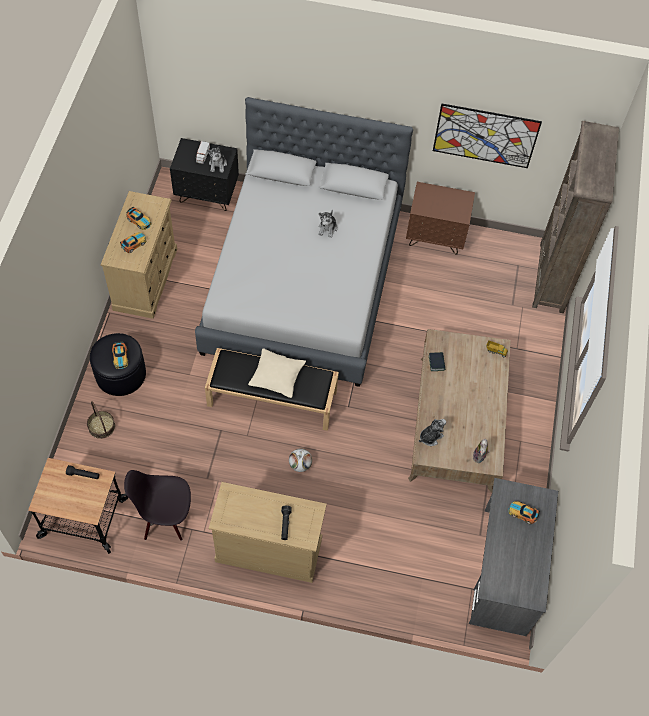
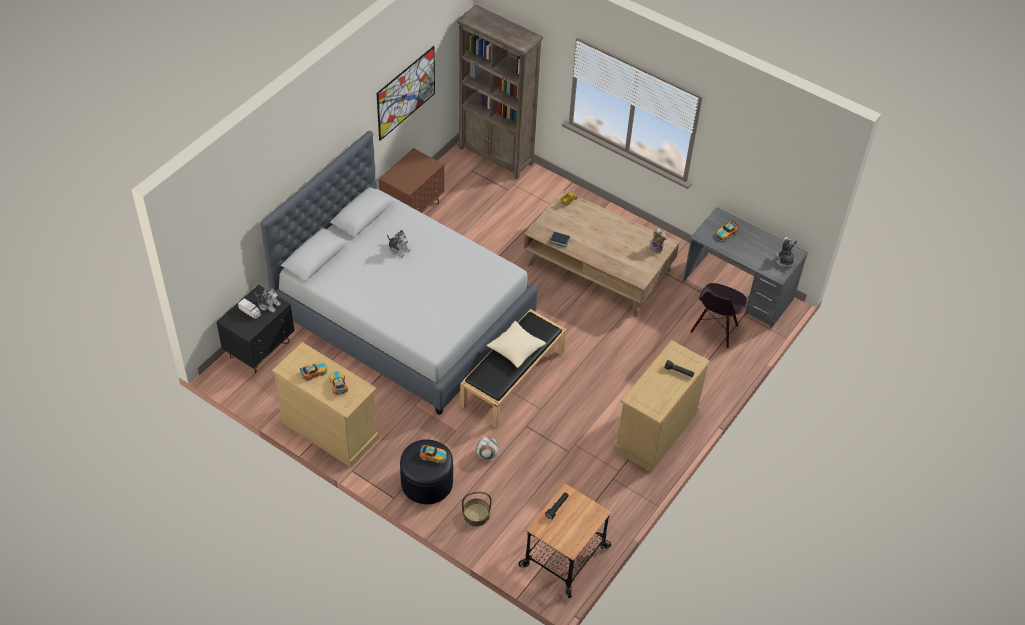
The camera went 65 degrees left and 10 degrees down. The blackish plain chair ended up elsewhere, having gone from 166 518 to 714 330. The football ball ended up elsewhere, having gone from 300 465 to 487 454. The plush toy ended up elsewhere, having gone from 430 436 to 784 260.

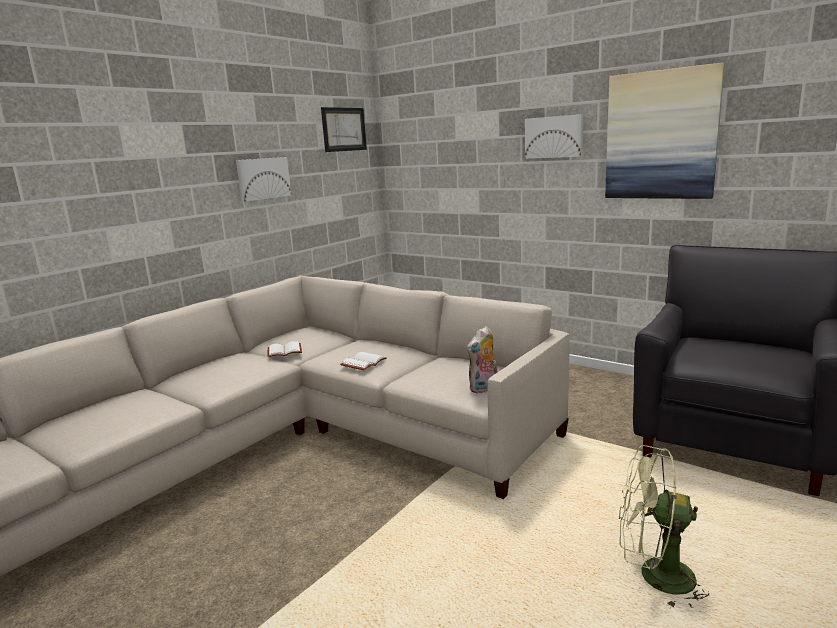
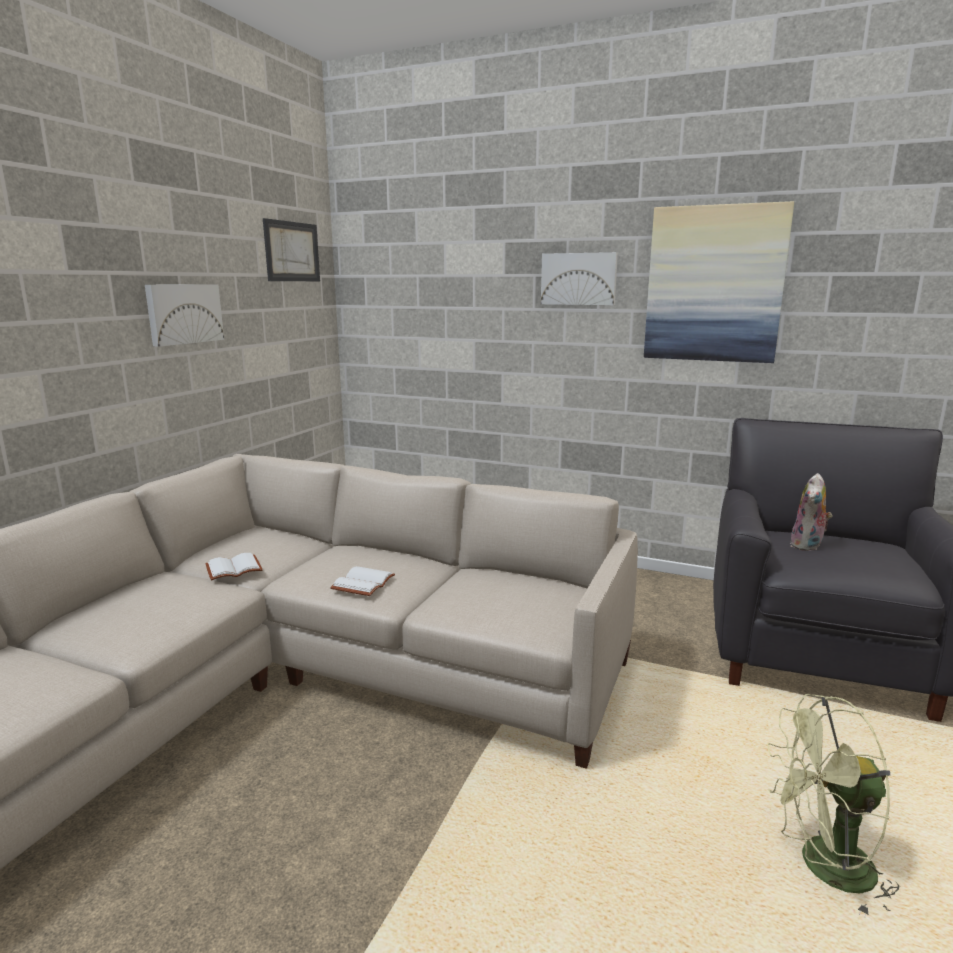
The camera went 15 degrees left and 0 degrees up. The plush toy ended up elsewhere, having gone from 484 389 to 808 546.

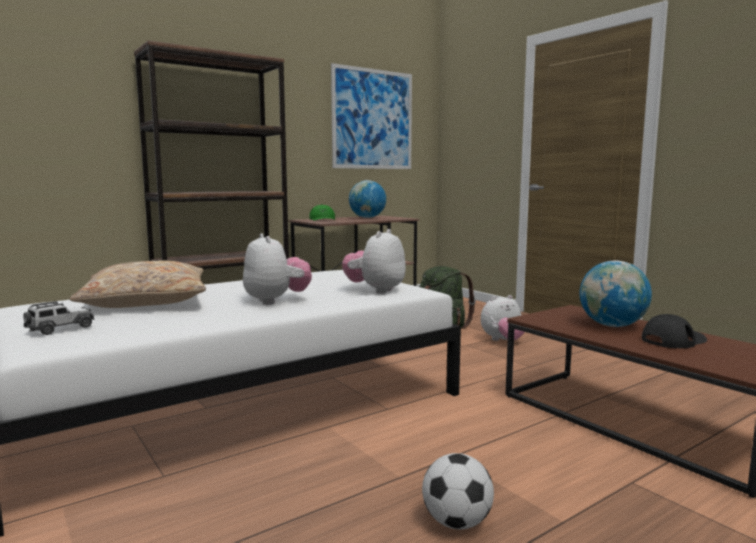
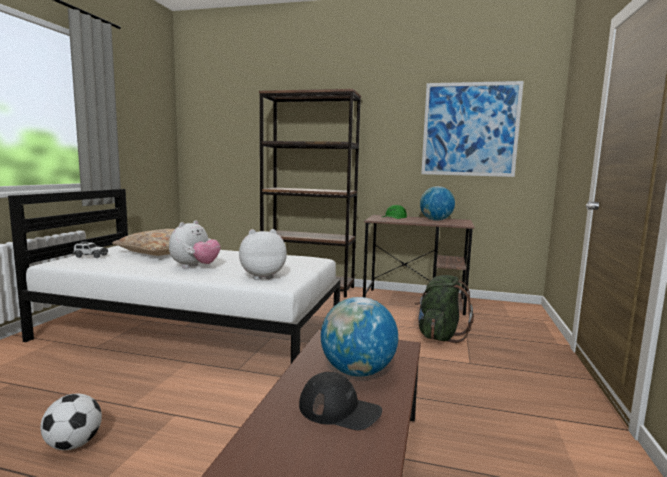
The camera went 50 degrees right and 0 degrees up. The second view lost the plush toy at 503 341.

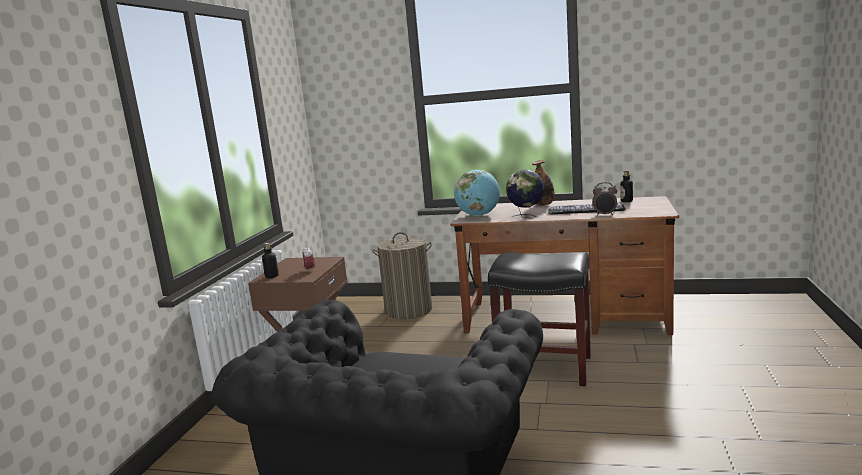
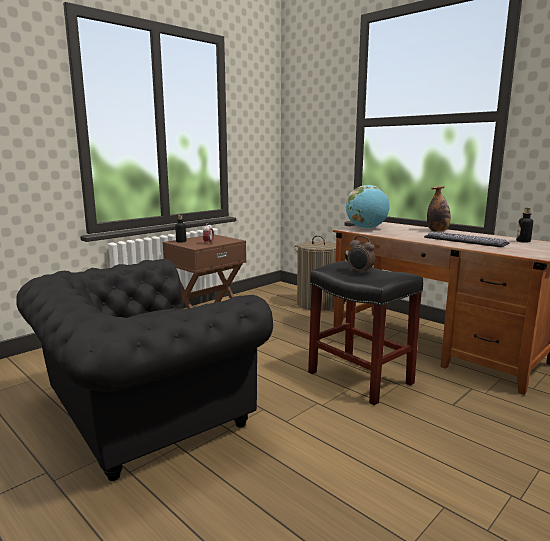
The camera went 30 degrees right and 0 degrees up. The second view lost the world globe at 526 217. The table clock ended up elsewhere, having gone from 605 215 to 360 272.

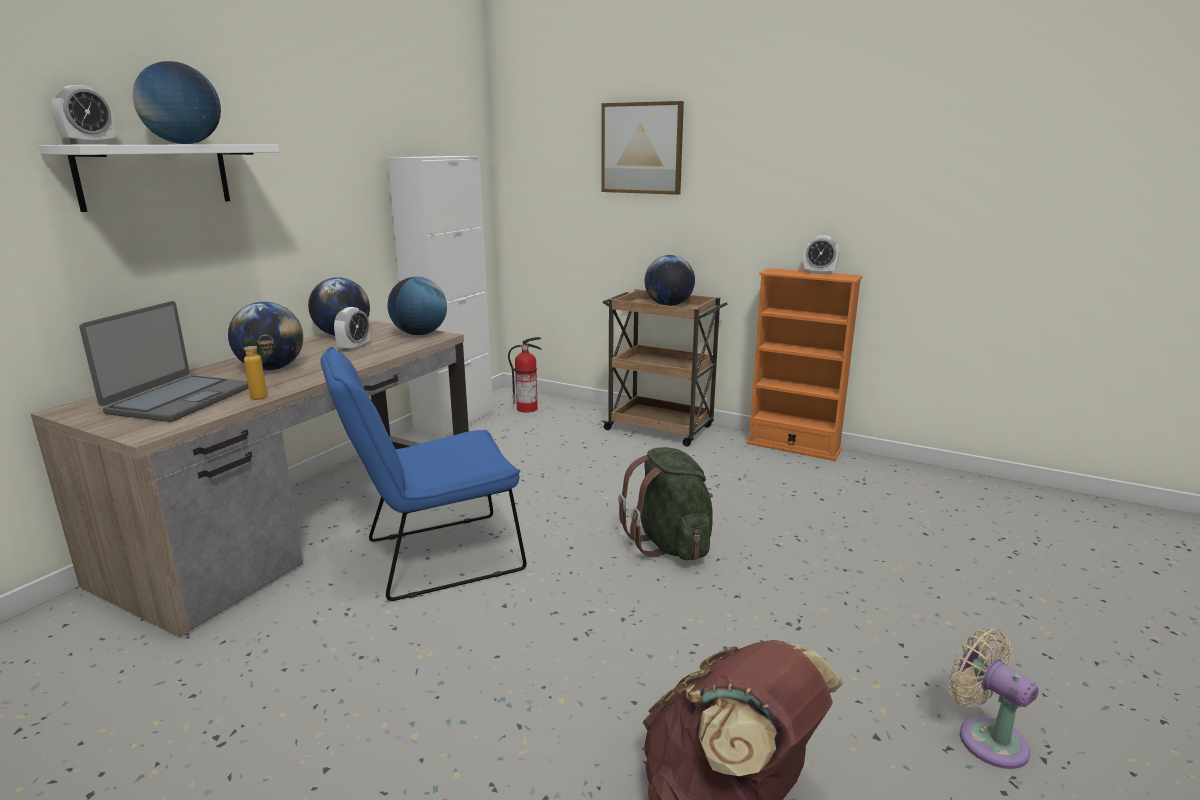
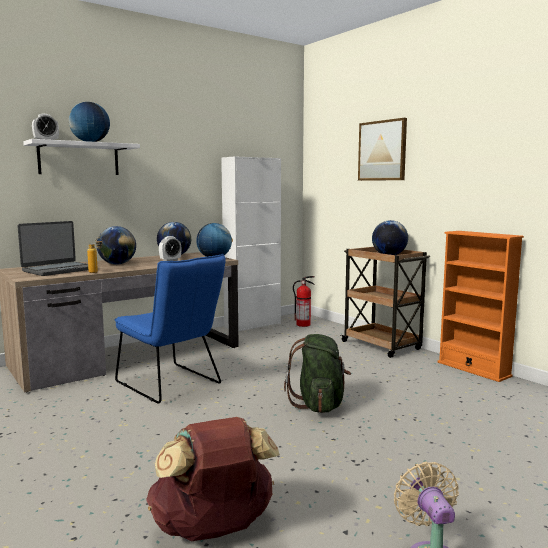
The camera went 25 degrees right and 10 degrees down. The second view lost the table clock at 819 273. The blue plain chair at 432 558 ended up facing another way, 135 degrees counterclockwise from before.

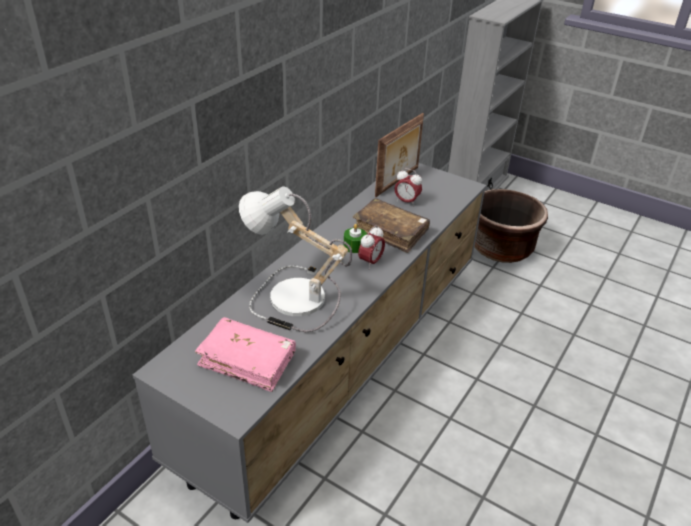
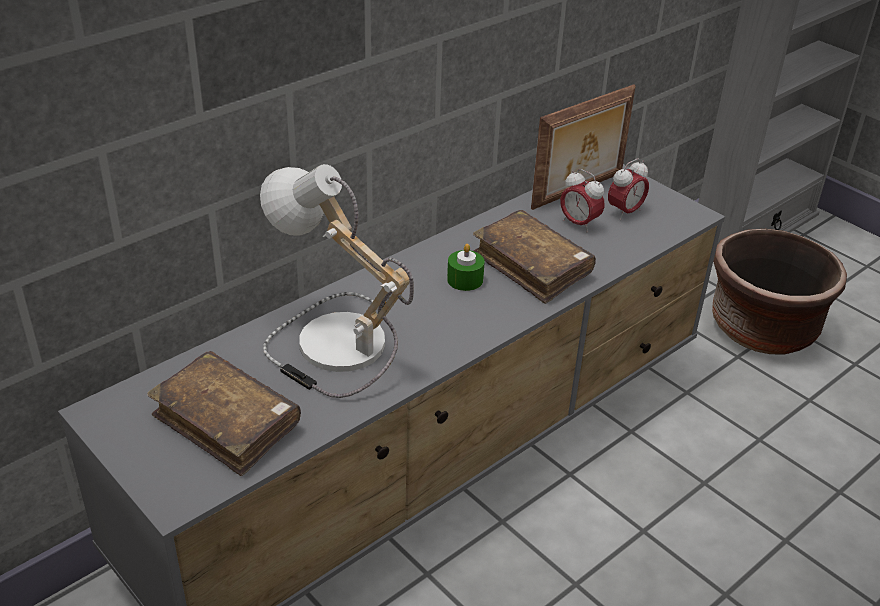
The camera went 15 degrees right and 0 degrees up. The table clock ended up elsewhere, having gone from 370 262 to 625 212. What was the pink book at 247 361 turned into the brownish book at 227 423.

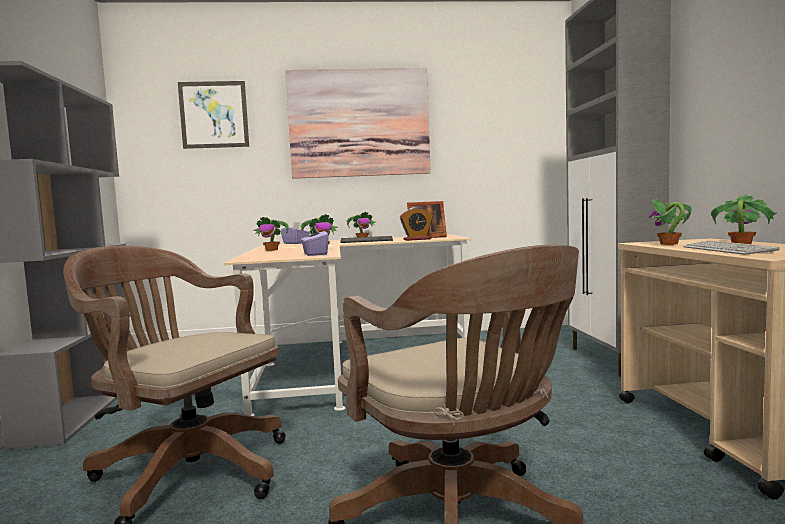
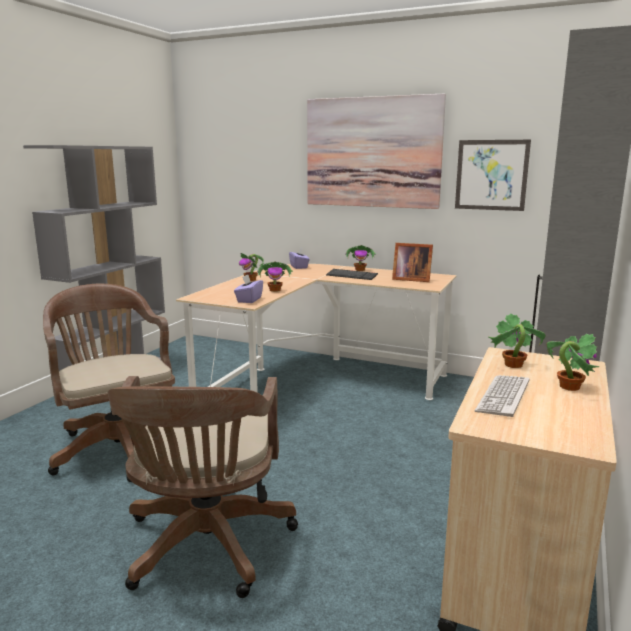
The camera went 30 degrees right and 10 degrees up. The second view lost the table clock at 417 239. The wall picture ended up elsewhere, having gone from 214 115 to 491 175.

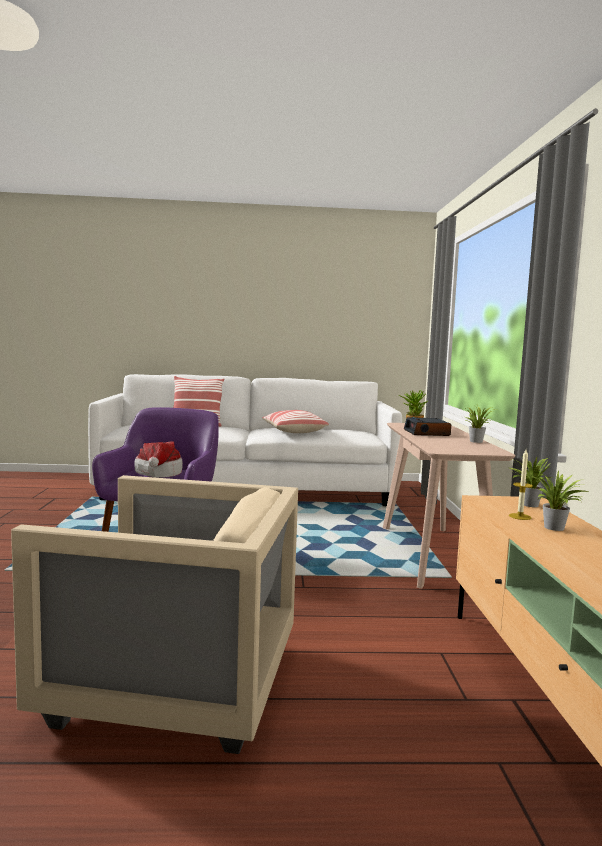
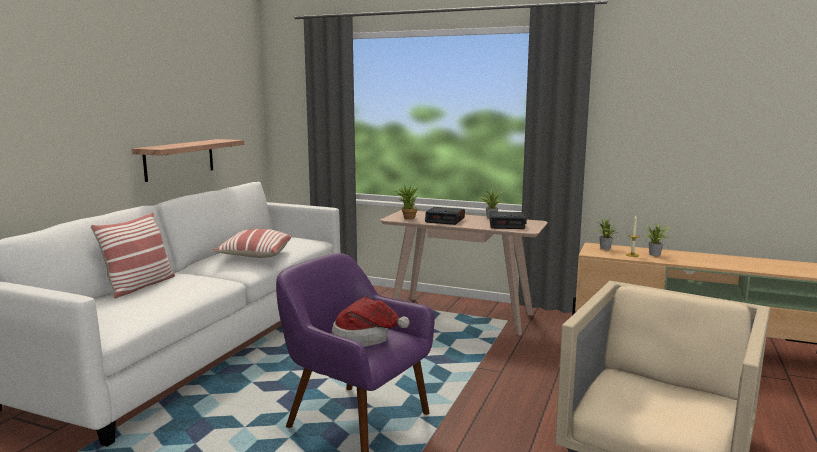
The camera went 65 degrees left and 5 degrees up. The second view gained the shelf at 179 159. The second view gained the table clock at 507 225.

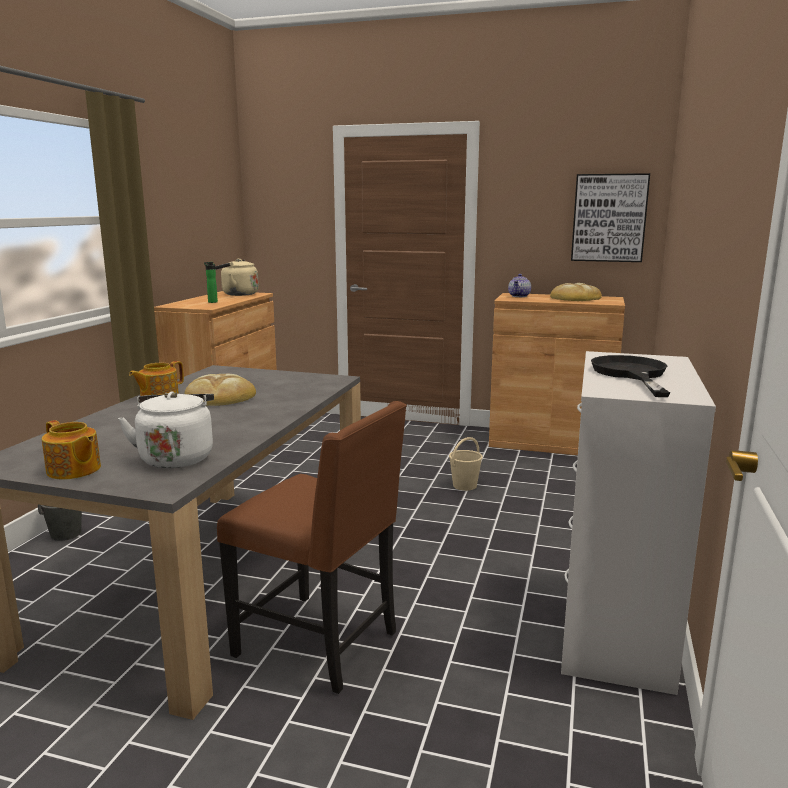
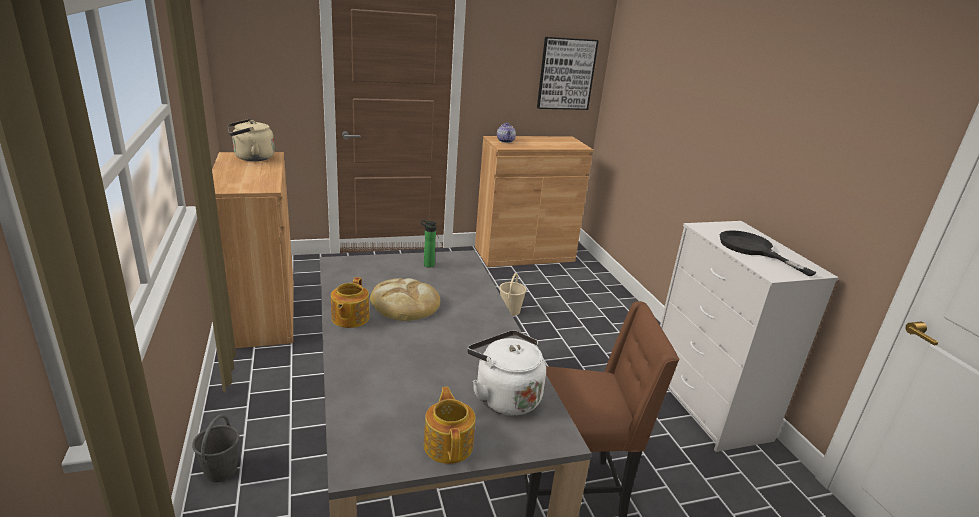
The camera went 35 degrees left and 10 degrees up. The second view lost the bread at 575 298. The bottle ended up elsewhere, having gone from 212 302 to 427 264. The pot for tea at 74 470 ended up facing another way, 105 degrees counterclockwise from before.

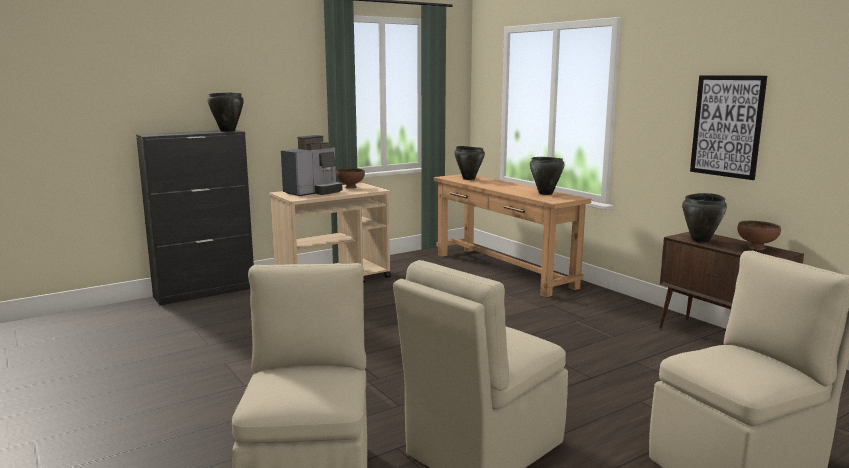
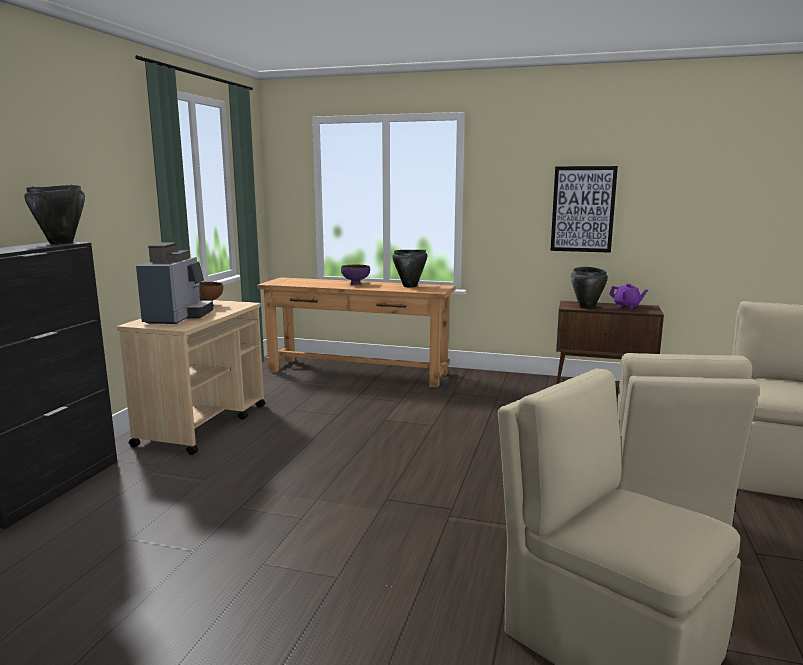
The camera went 40 degrees left and 0 degrees up. The second view lost the blackish saucepot at 468 179. The second view gained the purple deep dish at 355 284. Where the brownish deep dish stood at 756 247, the purple pot for tea came to stand at 627 306.

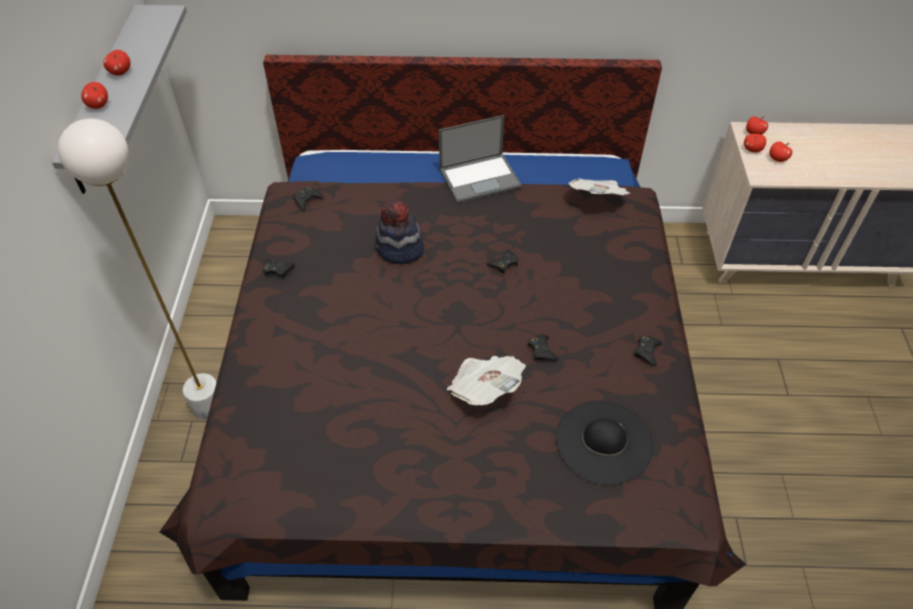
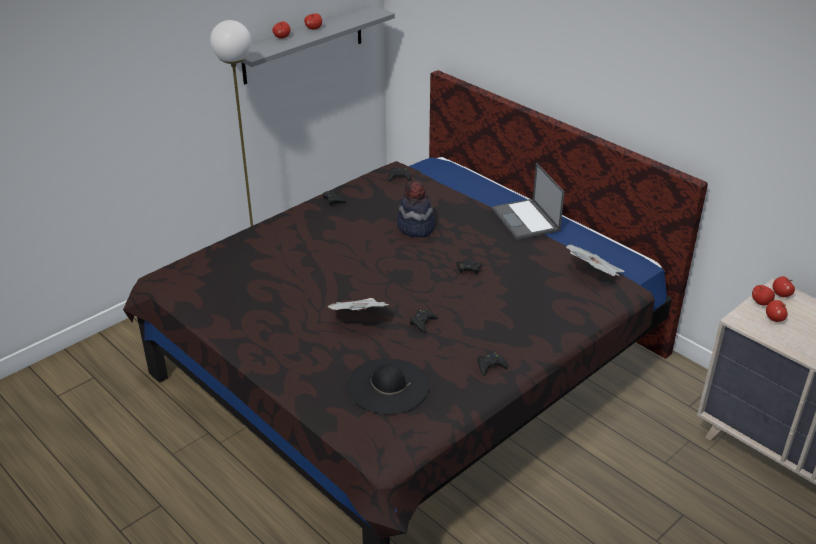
The camera went 45 degrees right and 15 degrees down. The notebook computer at 480 178 ended up facing another way, 45 degrees clockwise from before.

